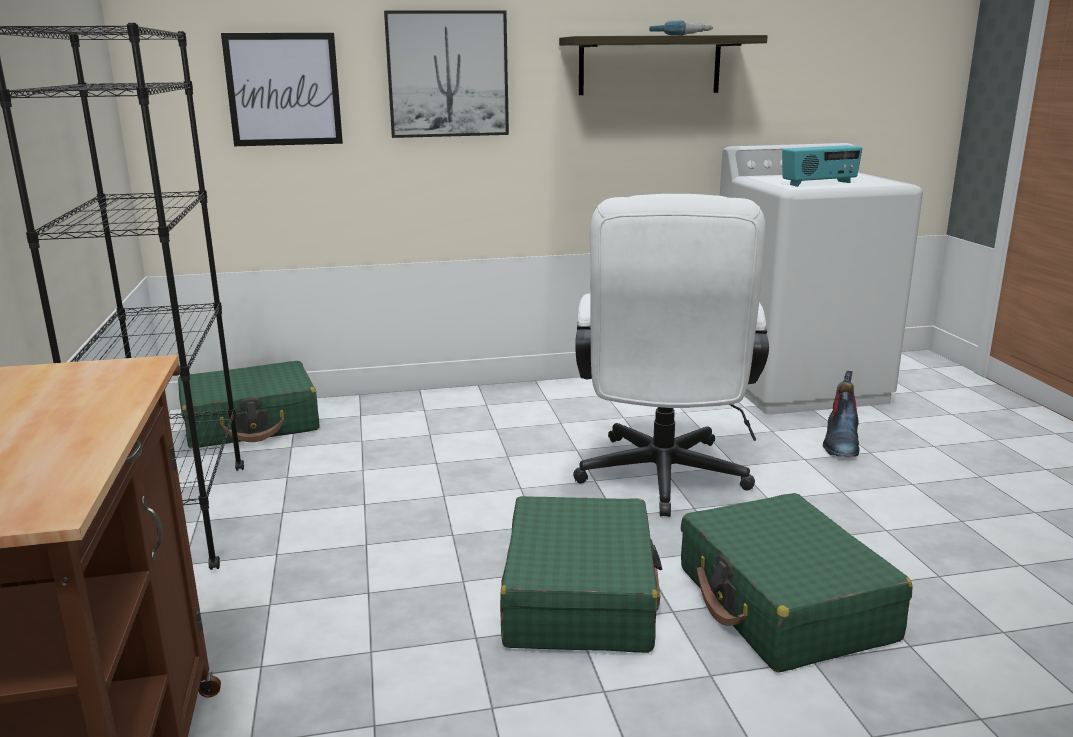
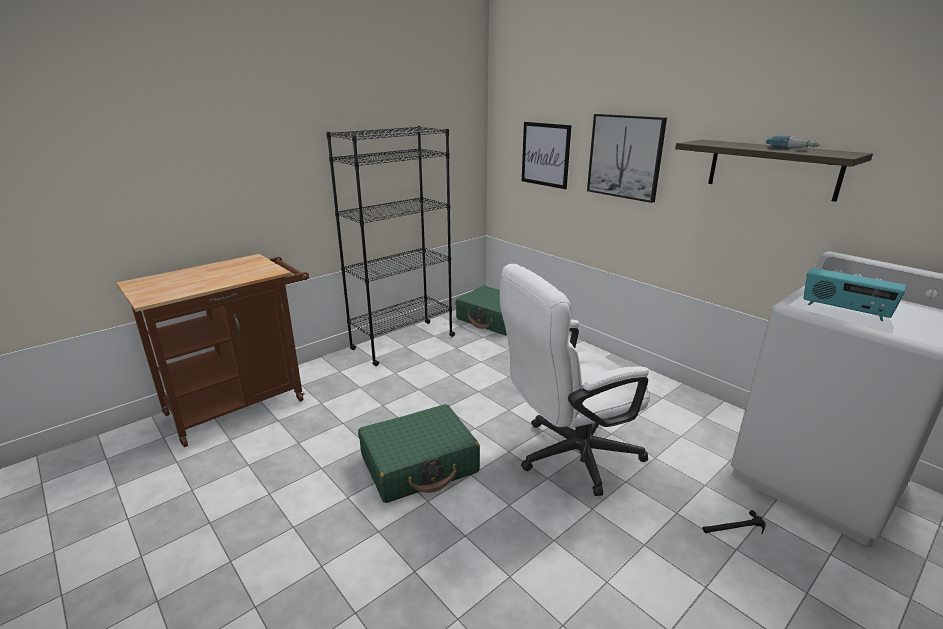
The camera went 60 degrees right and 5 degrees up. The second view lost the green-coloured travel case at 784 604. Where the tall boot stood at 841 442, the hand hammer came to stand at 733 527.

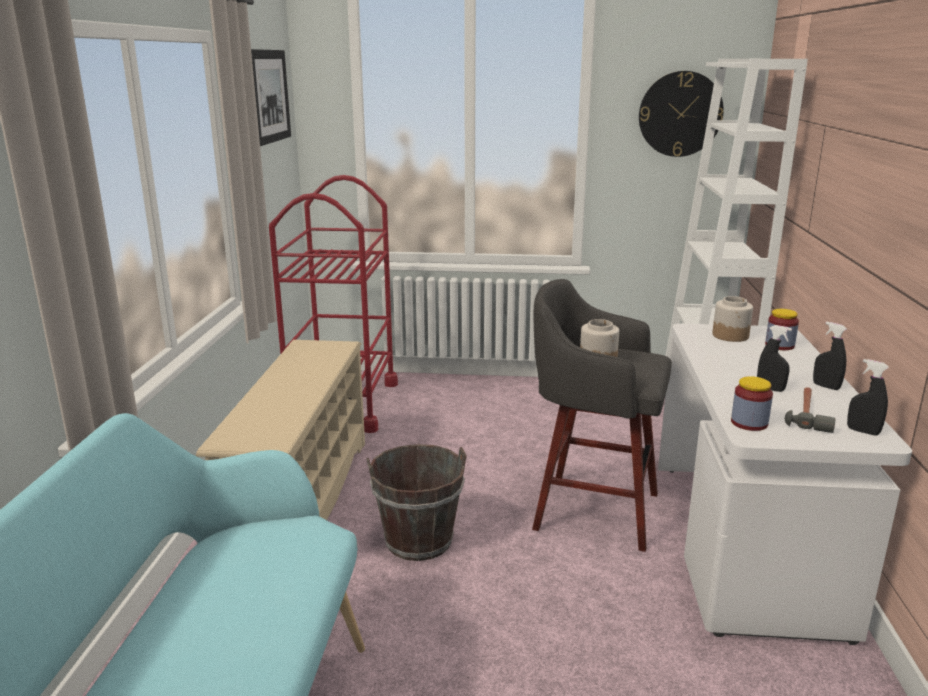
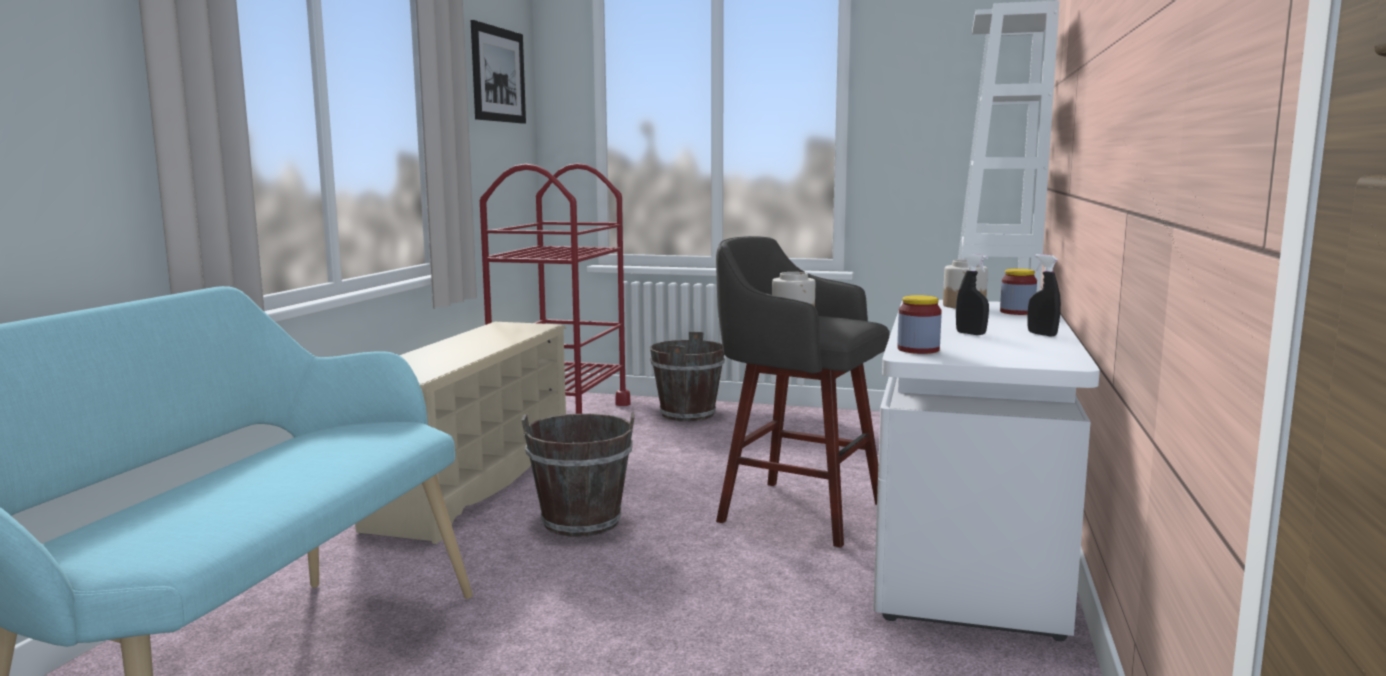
The camera went 10 degrees right and 10 degrees down. The second view lost the hanging clock at 680 114. The second view lost the hand hammer at 808 413. The second view lost the blackish spray bottle at 863 431. The second view gained the brownish water bucket at 688 414.

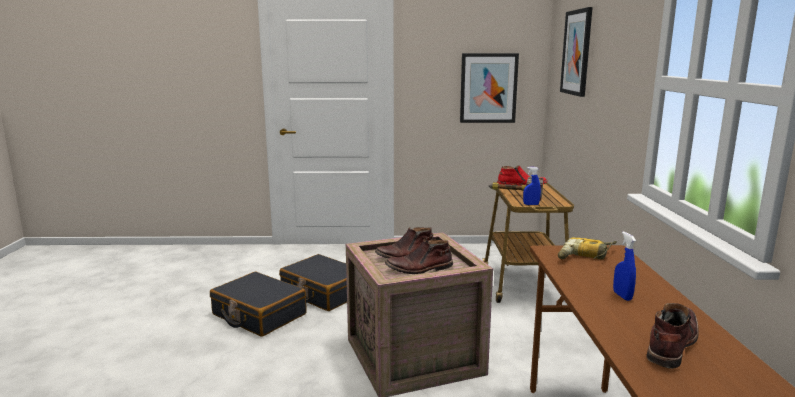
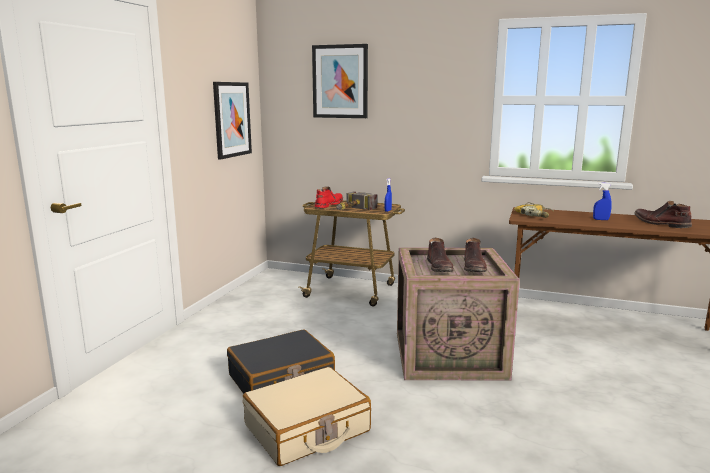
The camera went 70 degrees left and 0 degrees up. What was the blackish travel case at 258 315 turned into the sand-coloured travel case at 307 429.

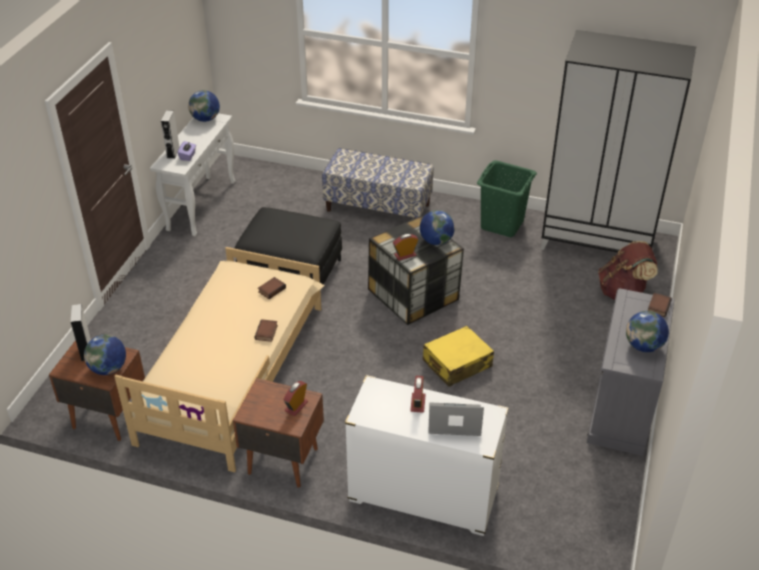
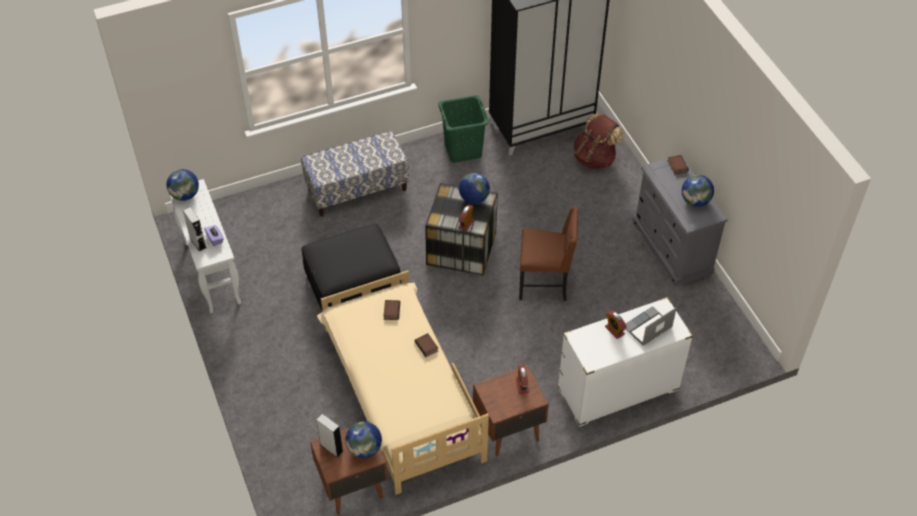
The camera went 40 degrees left and 10 degrees up. Where the yellow travel case stood at 457 364, the brownish plain chair came to stand at 544 283.

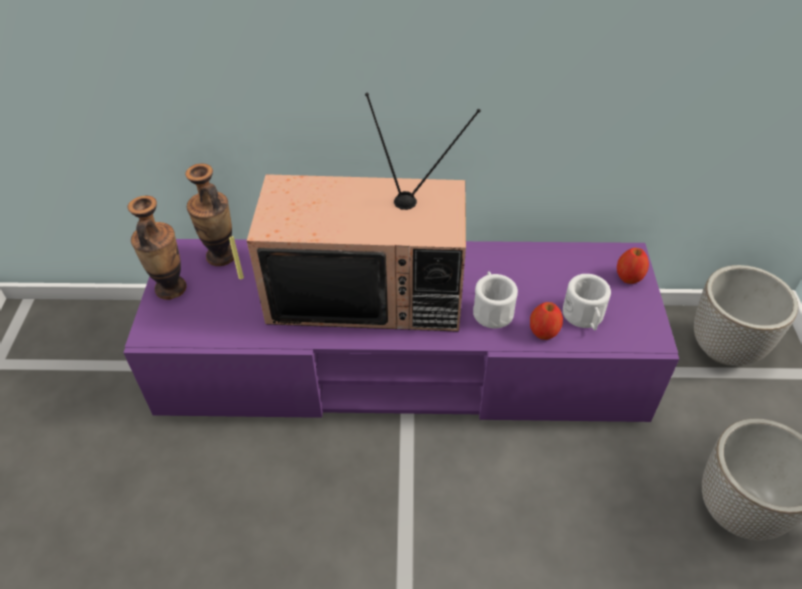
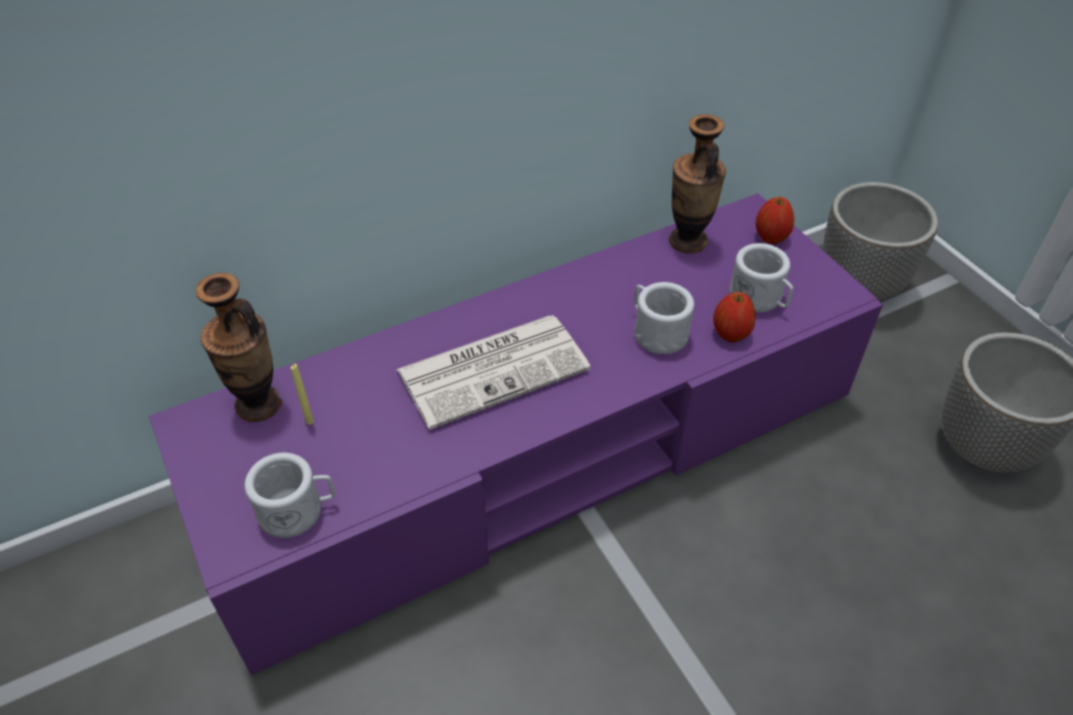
The camera went 30 degrees left and 0 degrees up. The second view gained the white tea mug at 298 510. The decorative vase ended up elsewhere, having gone from 171 288 to 687 241. Where the TV stood at 369 290, the daily paper came to stand at 494 369.

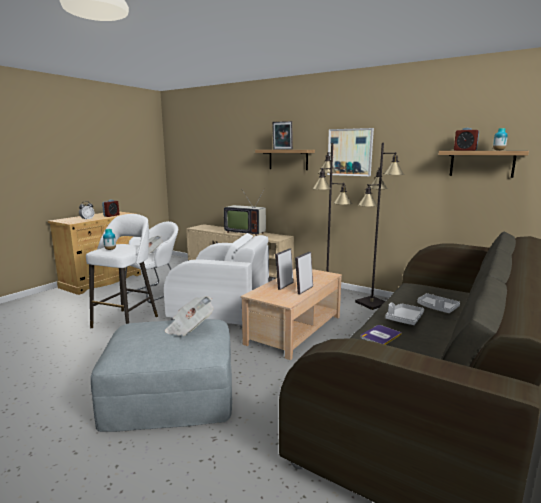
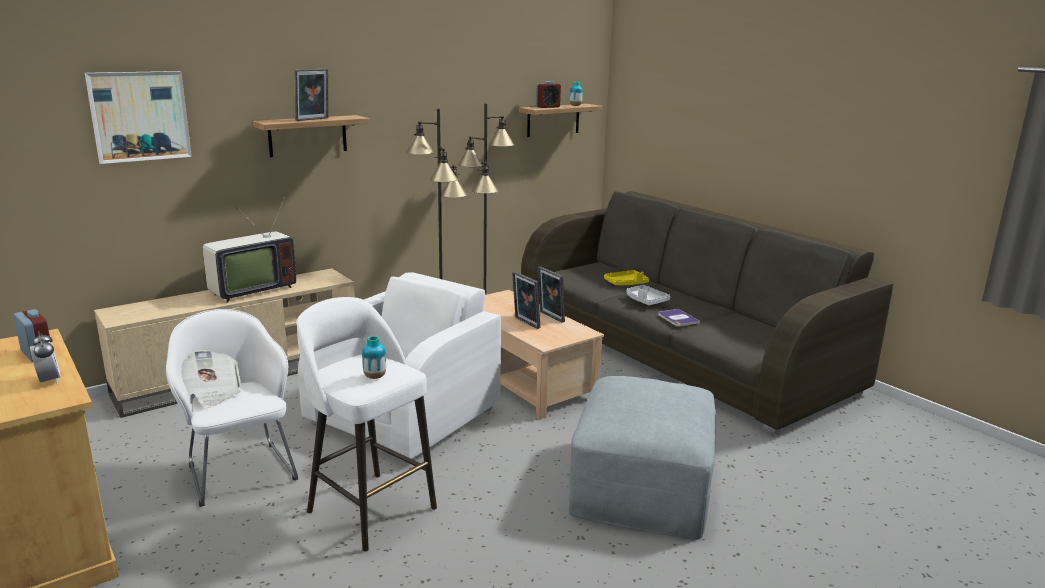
The camera went 70 degrees left and 5 degrees up. The second view lost the daily paper at 190 328. The wall picture ended up elsewhere, having gone from 350 152 to 140 116. What was the greyish tray at 437 308 turned into the yellow tray at 626 283.

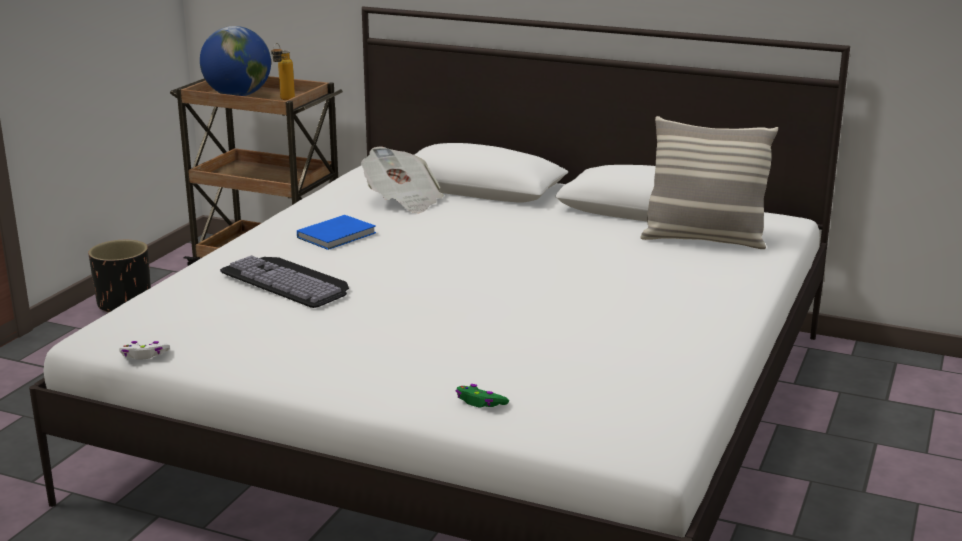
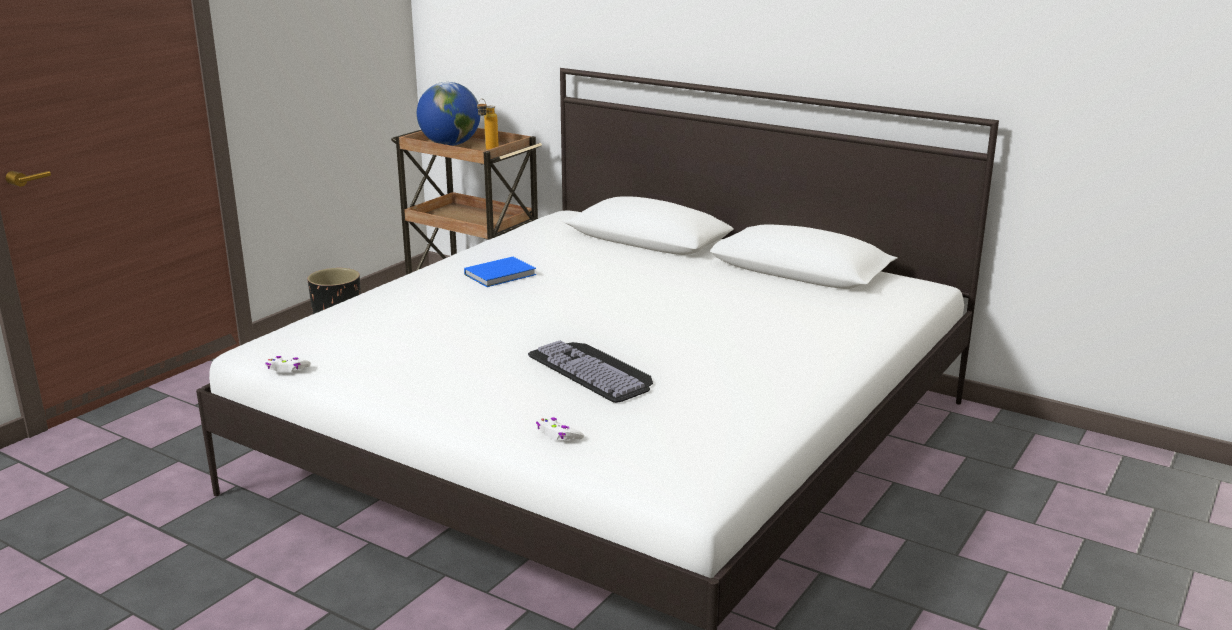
The camera went 10 degrees right and 0 degrees up. The second view lost the daily paper at 403 201. The second view lost the cushion at 703 240. The keyboard ended up elsewhere, having gone from 290 280 to 595 370. What was the green-coloured joypad at 480 402 turned into the white joypad at 558 435.

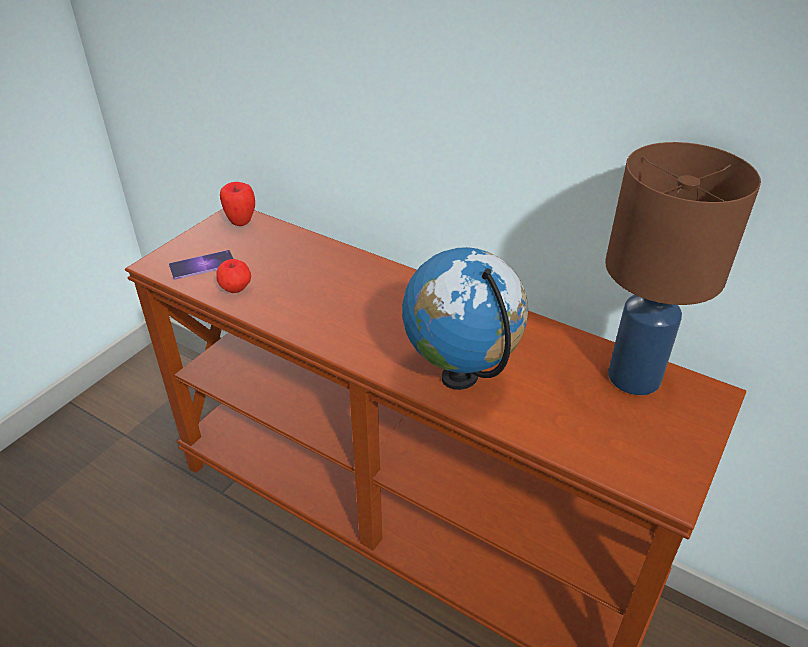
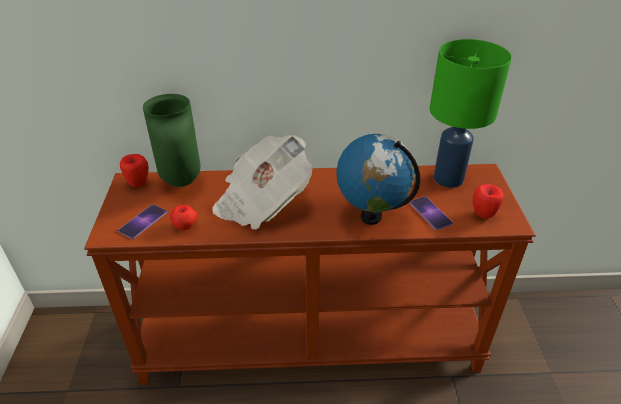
The camera went 35 degrees left and 0 degrees up. The second view gained the green-coloured decorative vase at 183 181. The second view gained the daily paper at 262 202. The second view gained the telephone at 430 213. The second view gained the whole apple at 483 215. What was the brownish lamp for a table at 634 378 turned into the green-coloured lamp for a table at 449 179.

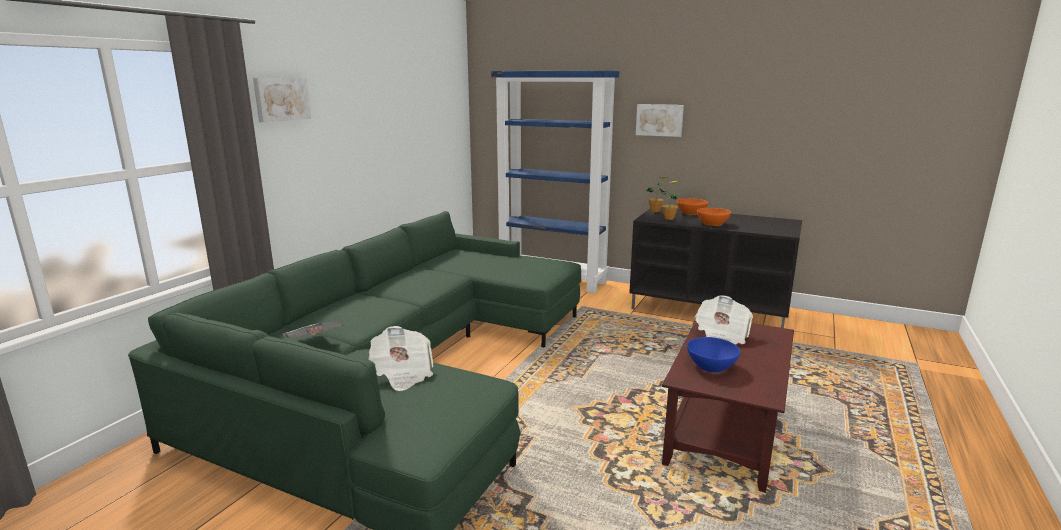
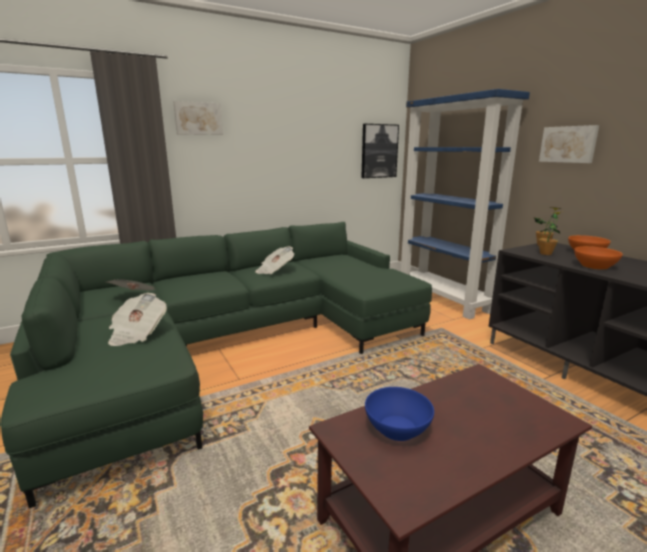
The camera went 35 degrees right and 0 degrees up. The second view gained the wall picture at 379 151. The daily paper ended up elsewhere, having gone from 721 336 to 275 270.

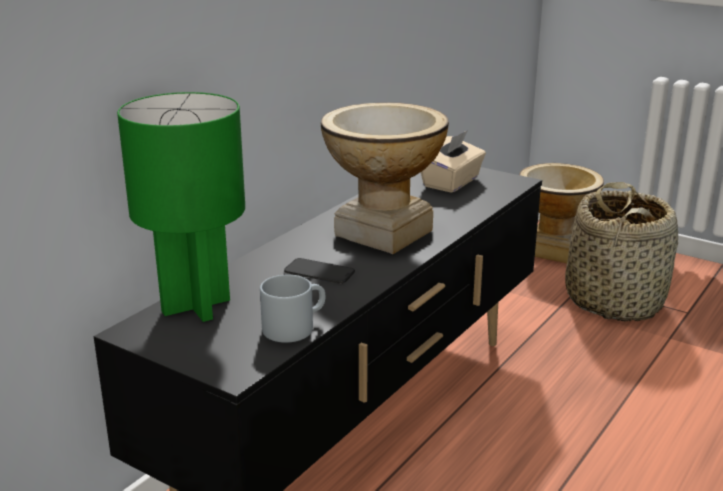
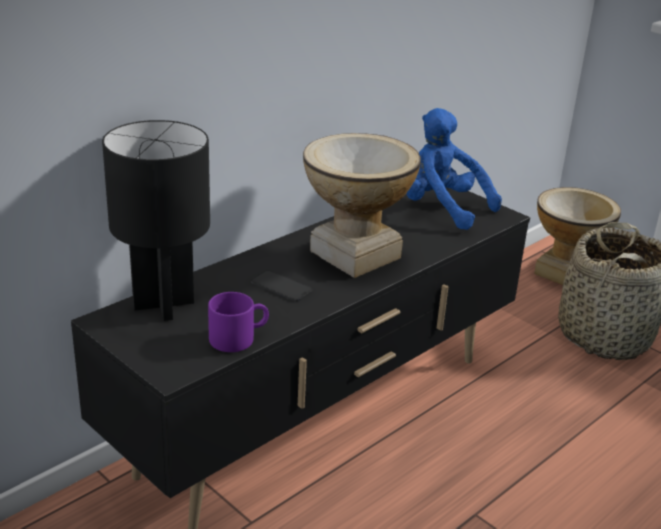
The camera went 10 degrees right and 5 degrees up. Where the sand-coloured box of tissues stood at 451 182, the blue plush toy came to stand at 442 209. What was the green-coloured lamp for a table at 196 305 turned into the blackish lamp for a table at 164 304. What was the greyish tea mug at 295 326 turned into the purple tea mug at 238 337.

